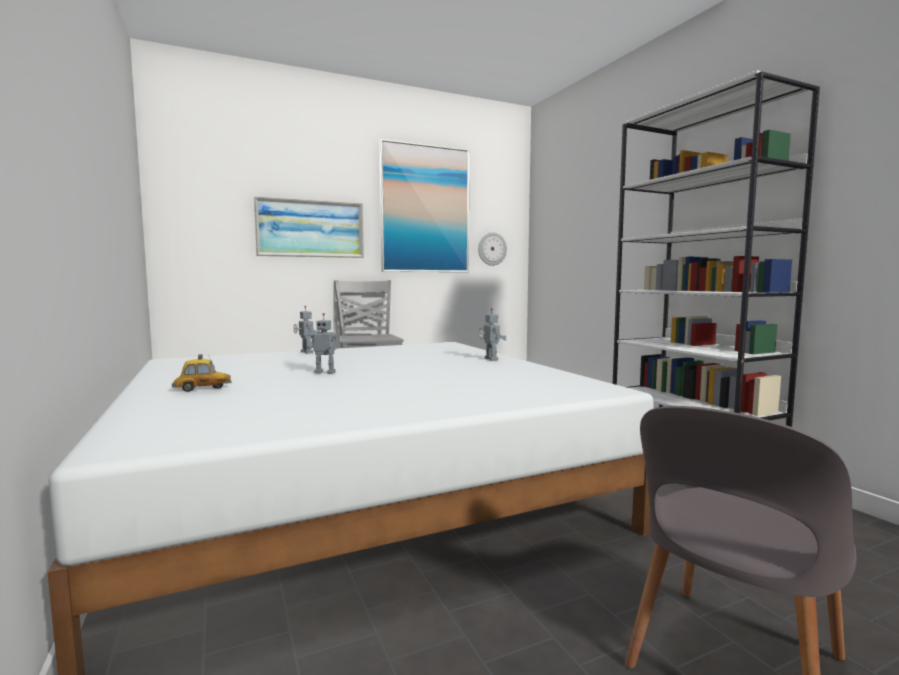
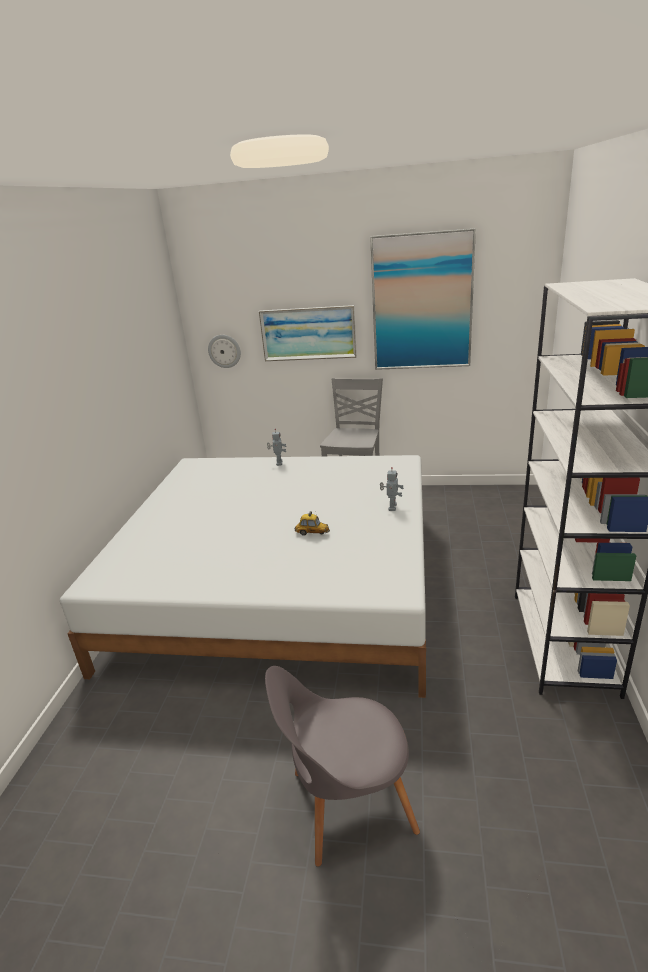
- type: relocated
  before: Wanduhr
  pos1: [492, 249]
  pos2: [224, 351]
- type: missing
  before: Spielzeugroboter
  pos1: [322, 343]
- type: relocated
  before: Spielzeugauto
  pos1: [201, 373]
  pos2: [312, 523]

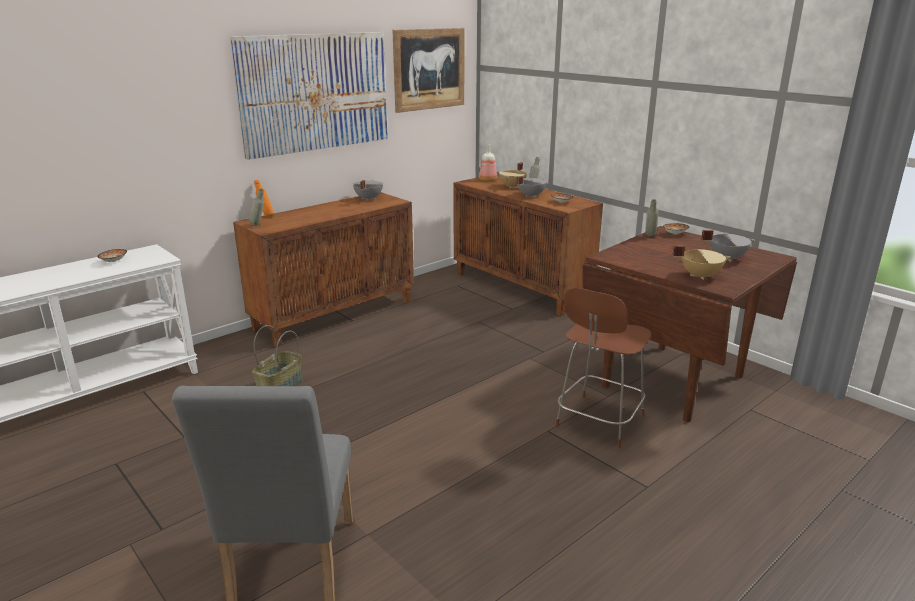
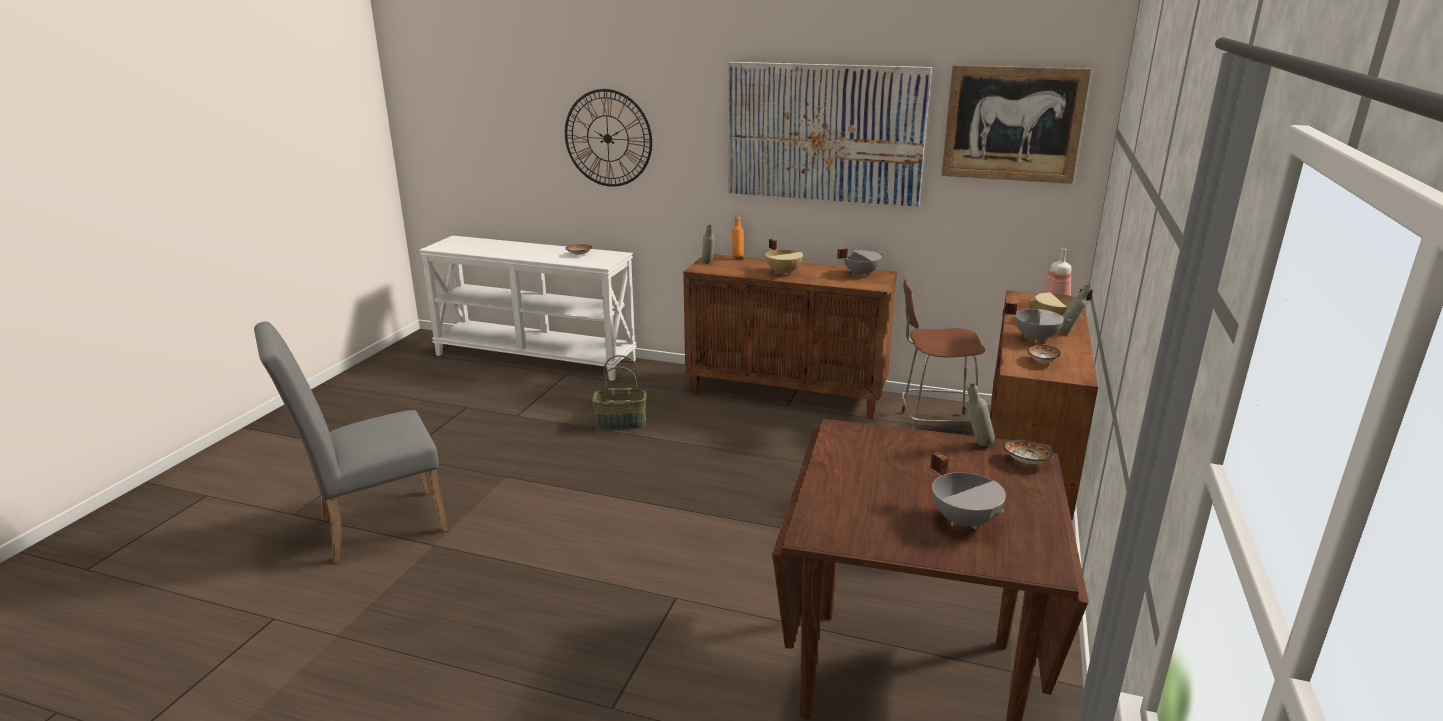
- type: relocated
  before: Kochtopf/beige
  pos1: [701, 262]
  pos2: [784, 257]
- type: relocated
  before: Stuhl/braun
  pos1: [603, 368]
  pos2: [943, 354]
- type: appeared
  after: Wanduhr
  pos2: [608, 138]

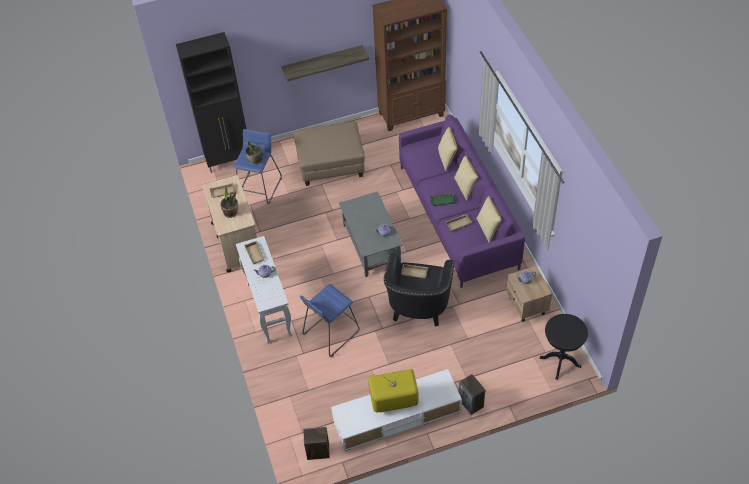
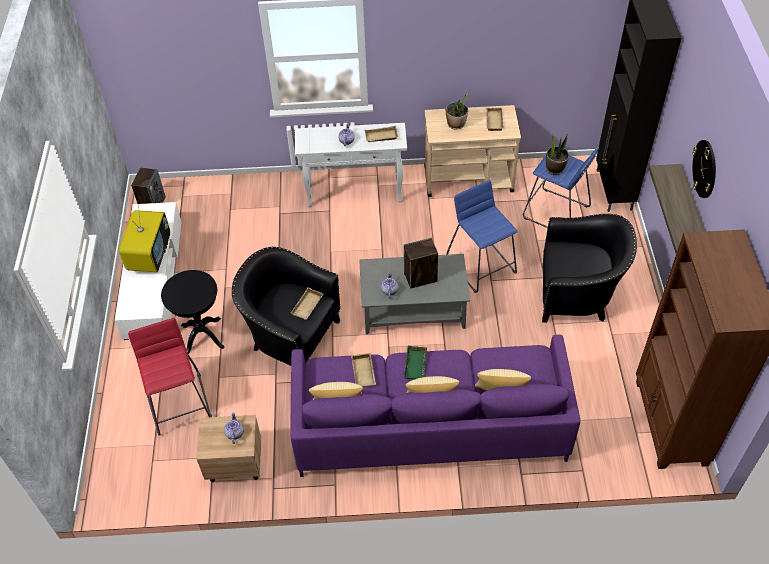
- type: exchanged
  before: Polsterhocker/beige
  after: Sessel/schwarz
  pos1: [329, 154]
  pos2: [589, 268]
- type: relocated
  before: Hocker/blau
  pos1: [330, 320]
  pos2: [482, 236]
- type: relocated
  before: Beistelltisch/schwarz
  pos1: [564, 347]
  pos2: [192, 312]
- type: relocated
  before: Lautsprecher
  pos1: [472, 394]
  pos2: [421, 263]
- type: appeared
  after: Wanduhr
  pos2: [704, 169]
- type: appeared
  after: Hocker/rot
  pos2: [170, 376]

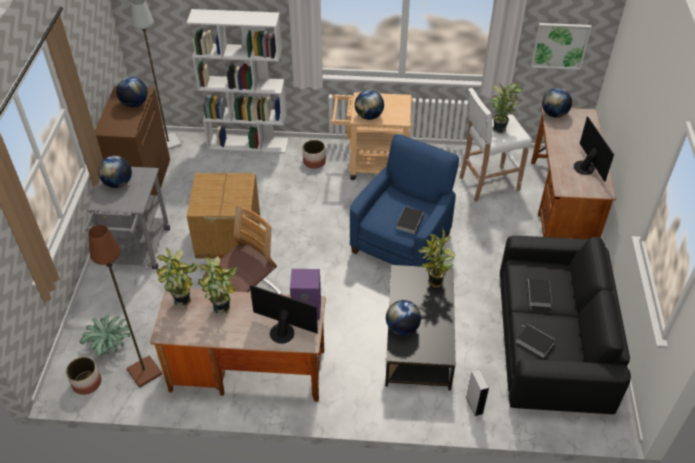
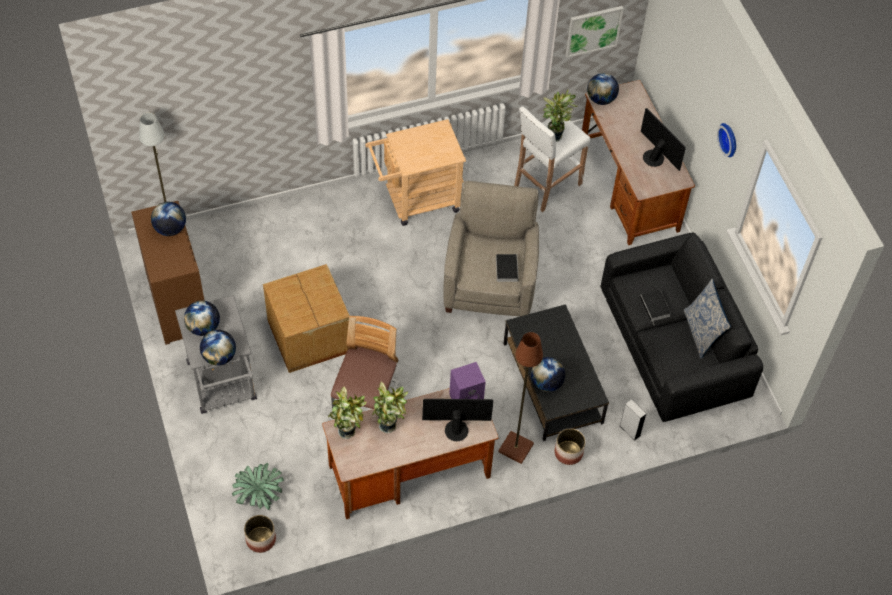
- type: missing
  before: Bücherregal/weiß
  pos1: [237, 81]
- type: relocated
  before: Globus
  pos1: [369, 105]
  pos2: [218, 348]
- type: colour
  before: Sessel/blau
  after: Sessel/beige
  pos1: [404, 200]
  pos2: [491, 248]
- type: relocated
  before: Pflanzkübel
  pos1: [314, 154]
  pos2: [570, 446]
- type: relocated
  before: Stehlampe/braun
  pos1: [125, 306]
  pos2: [520, 398]
- type: missing
  before: Topfpflanze
  pos1: [436, 258]
- type: missing
  before: Buch
  pos1: [535, 341]
- type: appeared
  after: Wanduhr
  pos2: [726, 140]
- type: appeared
  after: Kissen
  pos2: [707, 319]

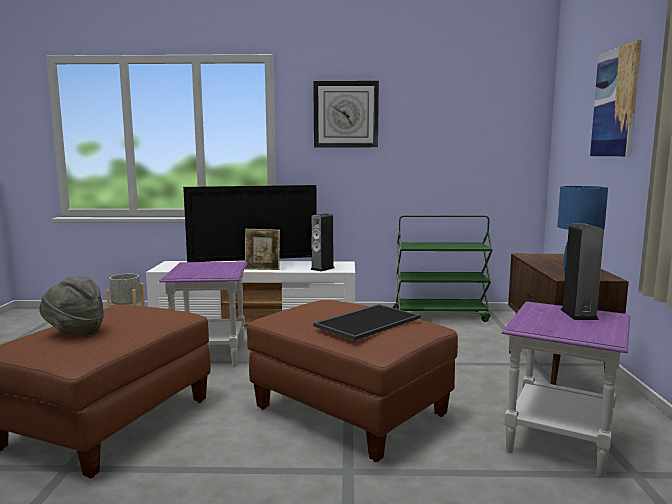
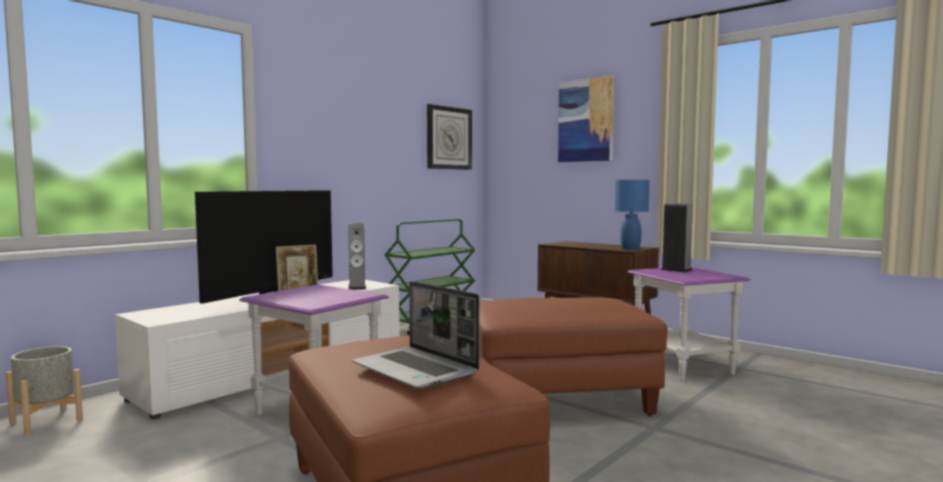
- type: relocated
  before: Wanduhr
  pos1: [346, 114]
  pos2: [449, 137]
- type: exchanged
  before: Hut/grau
  after: Laptop
  pos1: [71, 306]
  pos2: [416, 335]
- type: missing
  before: Tablett
  pos1: [367, 322]

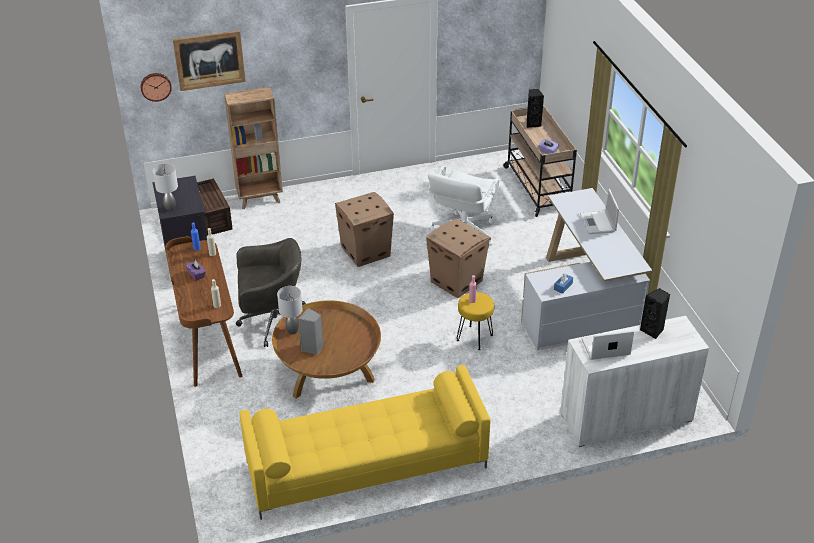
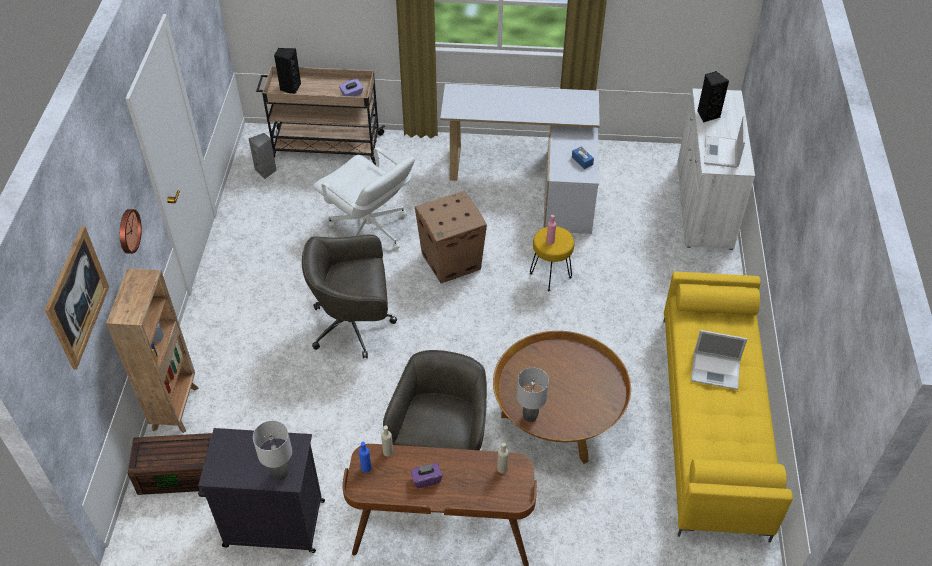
- type: relocated
  before: Wanduhr
  pos1: [156, 87]
  pos2: [131, 231]
- type: relocated
  before: Laptop
  pos1: [599, 211]
  pos2: [719, 360]
- type: exchanged
  before: Karton
  after: Bürostuhl/grau
  pos1: [364, 229]
  pos2: [349, 296]
- type: relocated
  before: Lautsprecher/grau
  pos1: [311, 331]
  pos2: [263, 156]

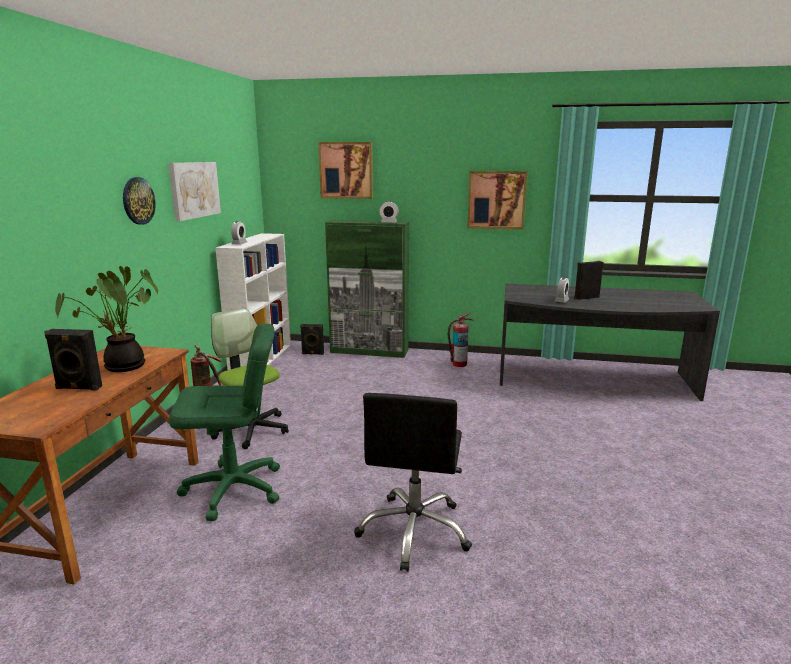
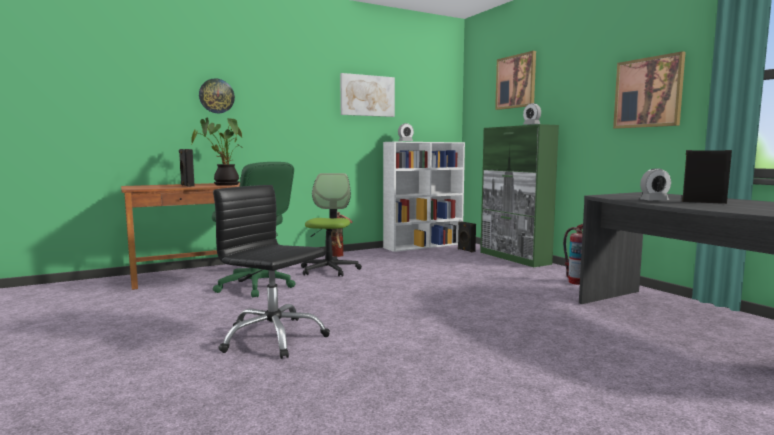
- type: relocated
  before: Wanduhr
  pos1: [139, 201]
  pos2: [217, 95]
- type: spun
  before: Bürostuhl/schwarz
  pos1: [413, 482]
  pos2: [271, 272]
  turn: 60

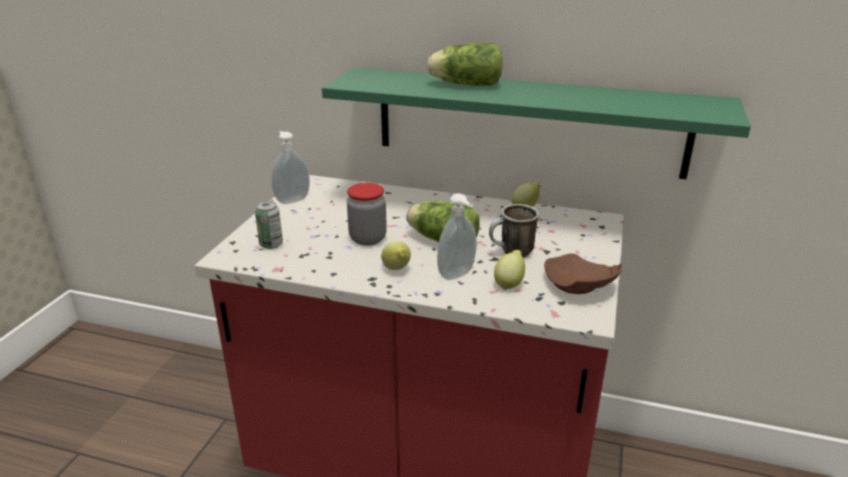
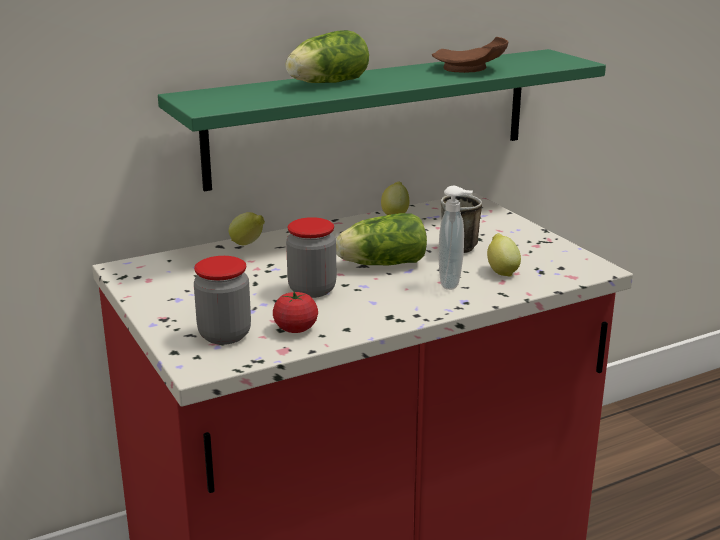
- type: missing
  before: Seifenspender
  pos1: [290, 167]
- type: exchanged
  before: Dose
  after: Vorratsglas
  pos1: [269, 225]
  pos2: [222, 300]
- type: relocated
  before: Zitrone
  pos1: [396, 255]
  pos2: [247, 228]
- type: relocated
  before: Teller/braun
  pos1: [583, 273]
  pos2: [470, 55]
- type: appeared
  after: Tomate
  pos2: [295, 312]

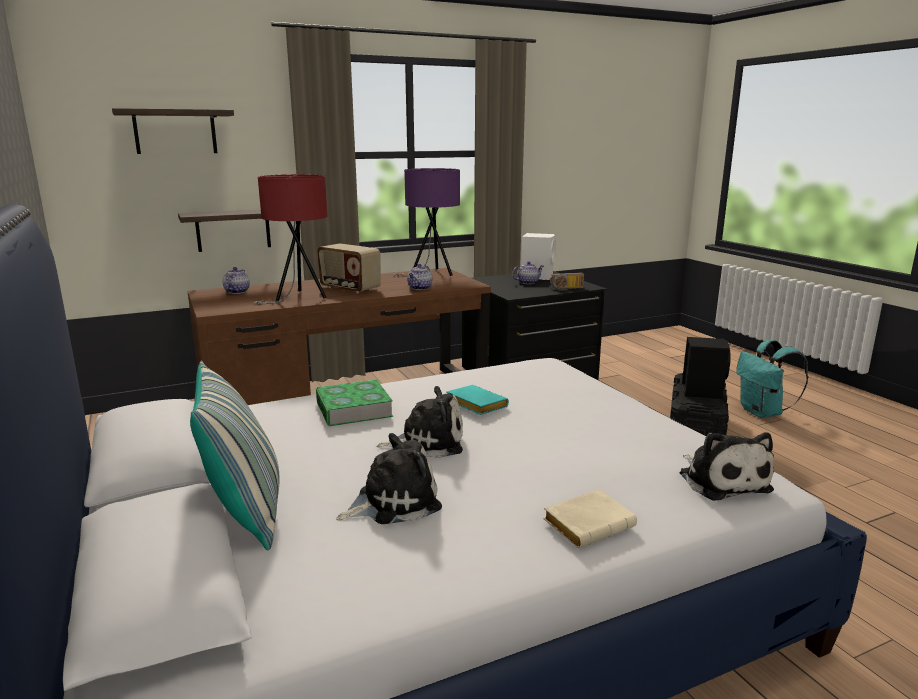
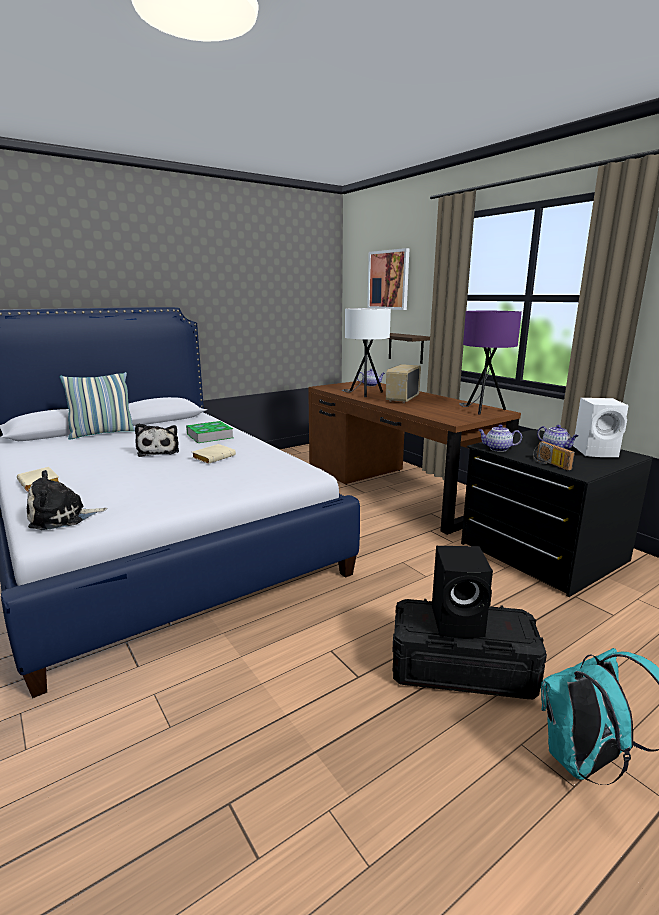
- type: exchanged
  before: Wandregal
  after: Bild
  pos1: [173, 131]
  pos2: [388, 279]
- type: colour
  before: Tischlampe/rot
  after: Tischlampe/weiß
  pos1: [291, 239]
  pos2: [366, 352]
- type: relocated
  before: Teekanne
  pos1: [420, 277]
  pos2: [500, 438]
- type: colour
  before: Buch/türkis
  after: Buch/beige
  pos1: [477, 400]
  pos2: [214, 454]
- type: missing
  before: Plüschtier
  pos1: [389, 478]

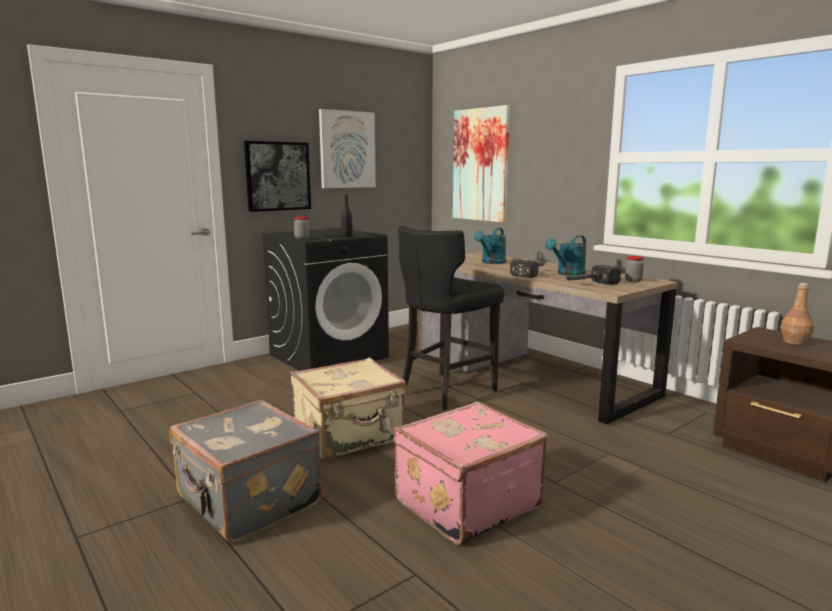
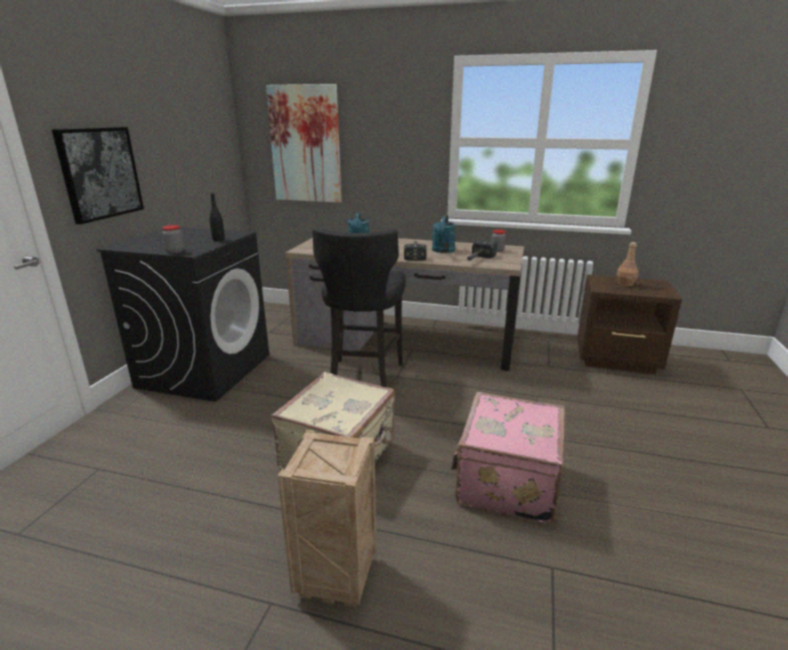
- type: missing
  before: Bild
  pos1: [347, 148]
- type: exchanged
  before: Koffer/grau
  after: Kiste
  pos1: [246, 471]
  pos2: [327, 518]

